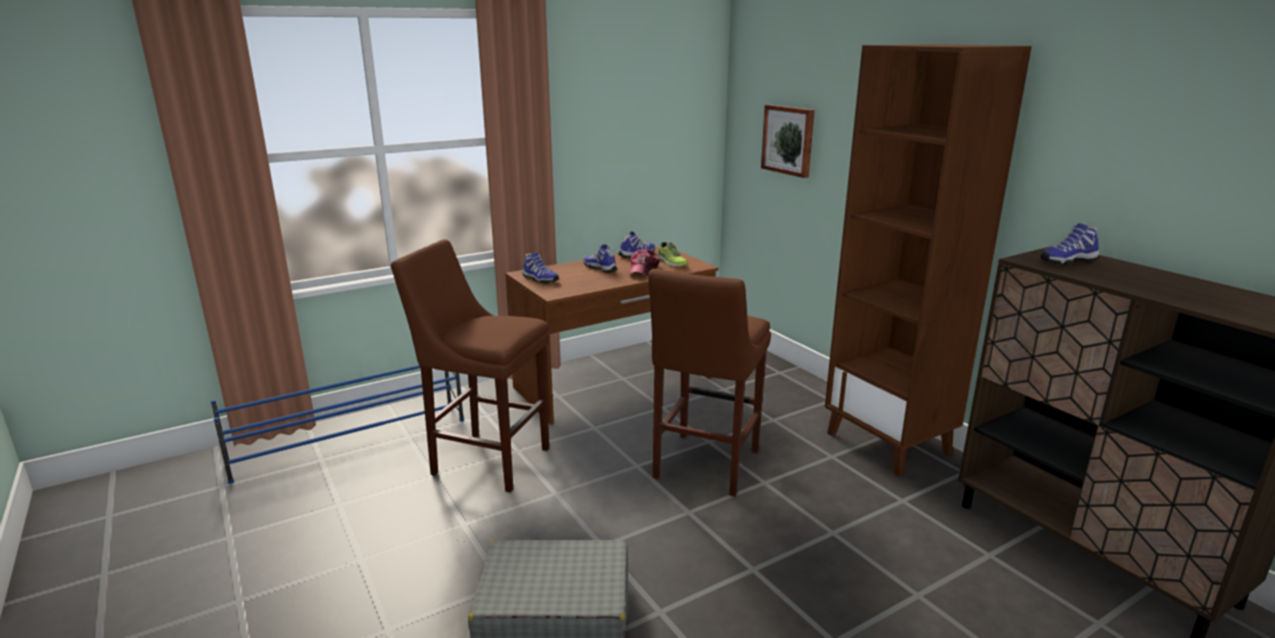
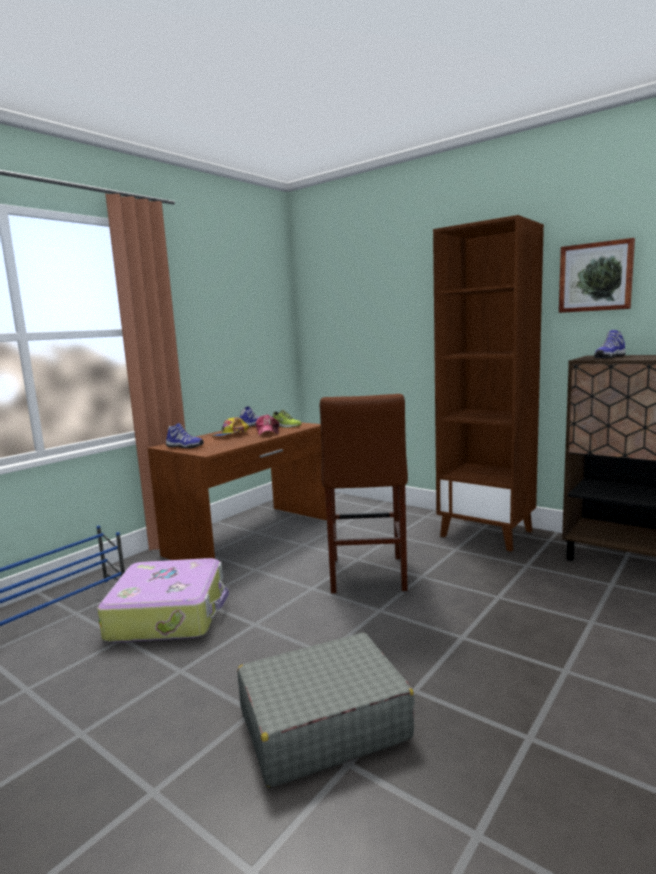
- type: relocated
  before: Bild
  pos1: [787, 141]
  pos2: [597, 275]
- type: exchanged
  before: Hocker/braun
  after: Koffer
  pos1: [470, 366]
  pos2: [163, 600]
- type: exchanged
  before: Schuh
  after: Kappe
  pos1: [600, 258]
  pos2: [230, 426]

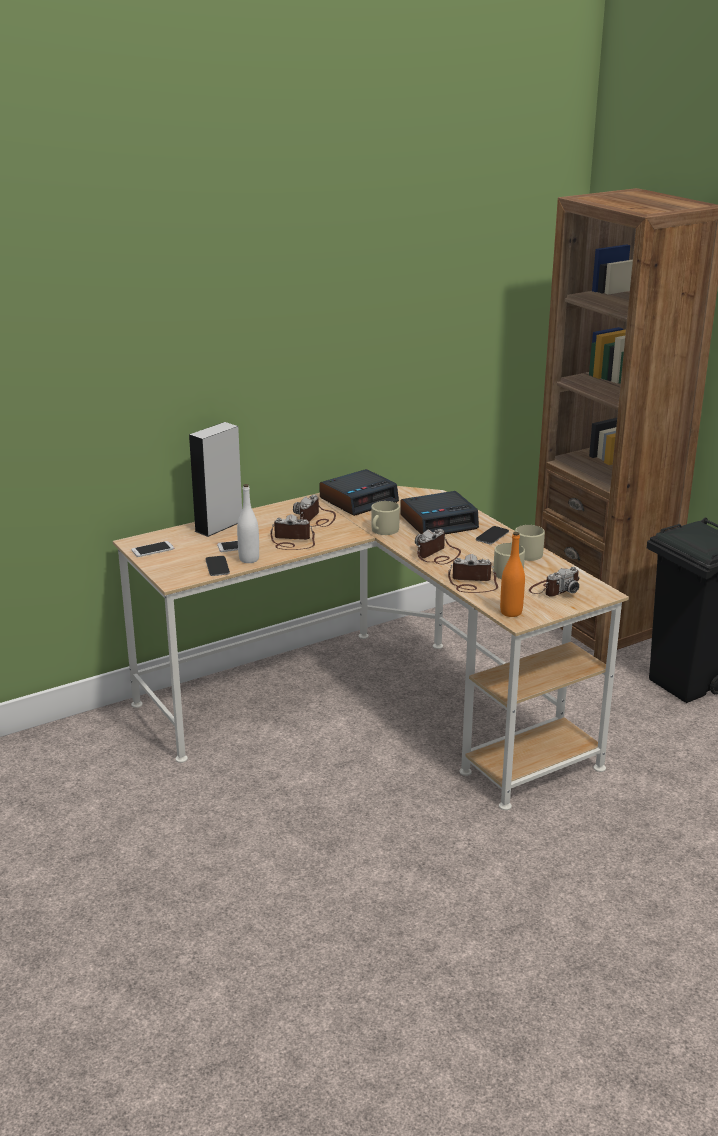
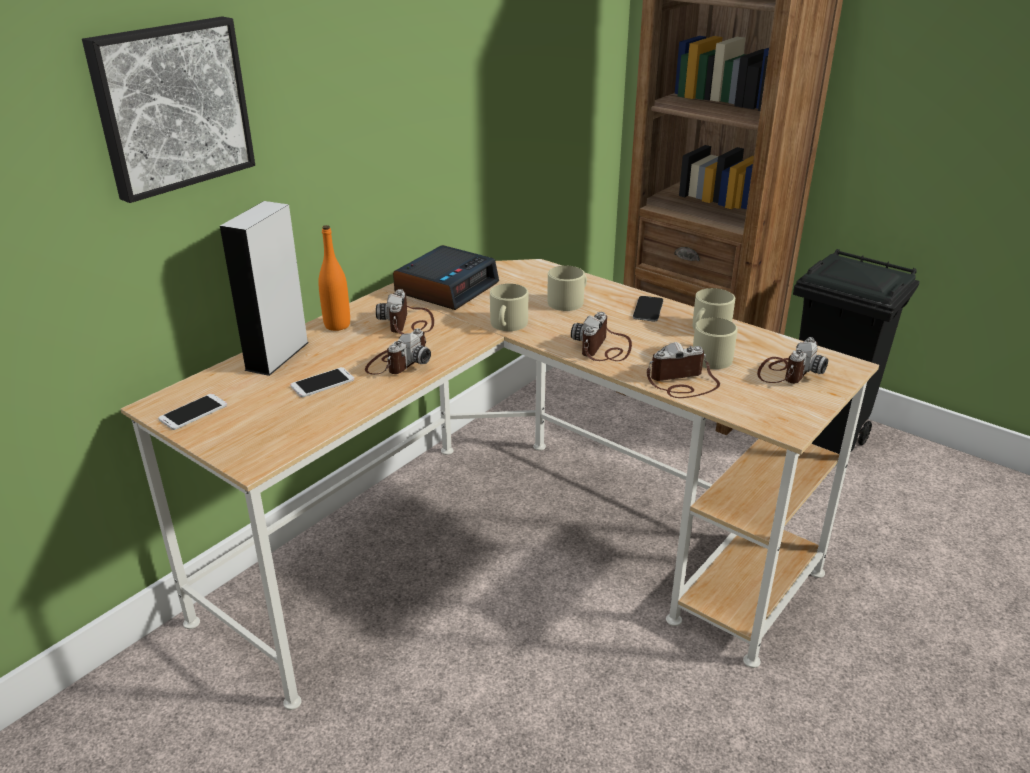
- type: missing
  before: Flasche/weiß
  pos1: [248, 523]
- type: exchanged
  before: Wecker
  after: Henkelbecher/beige
  pos1: [439, 512]
  pos2: [567, 288]
- type: spun
  before: Kamera
  pos1: [293, 532]
  pos2: [398, 351]
  turn: 135
- type: relocated
  before: Flasche/orange
  pos1: [512, 574]
  pos2: [334, 278]
- type: missing
  before: Handy
  pos1: [217, 566]
- type: appeared
  after: Bild
  pos2: [168, 110]

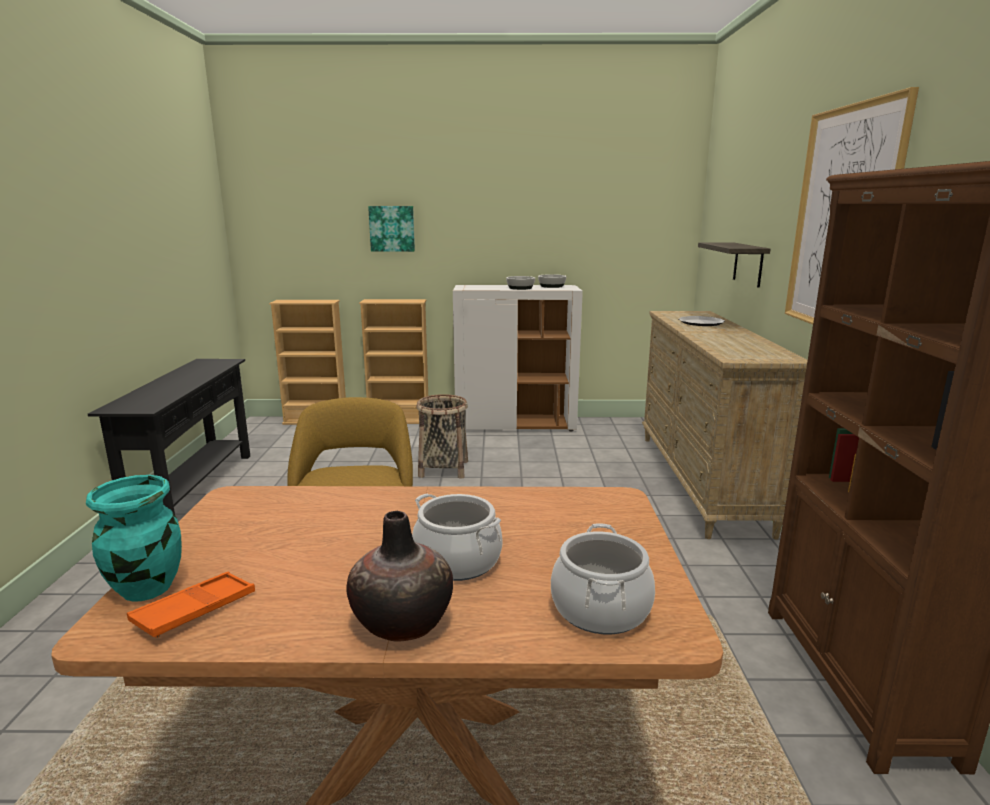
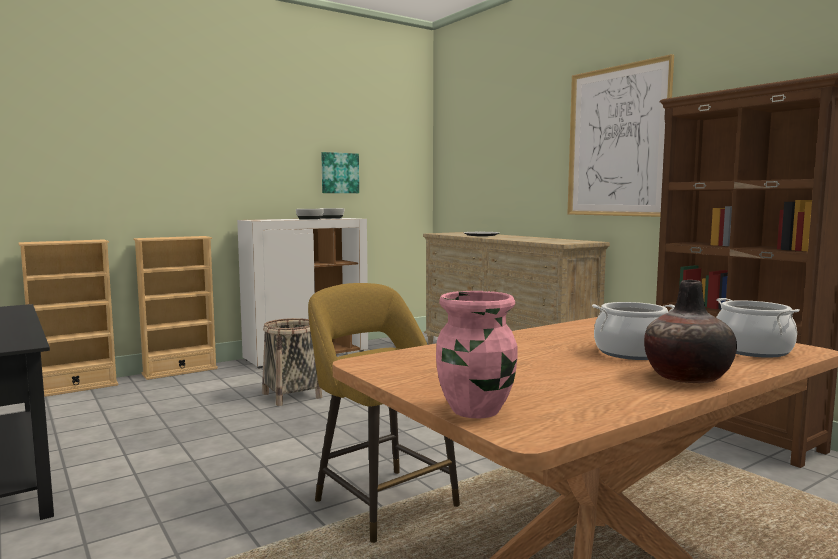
- type: relocated
  before: Bild
  pos1: [391, 229]
  pos2: [340, 172]
- type: missing
  before: Wandregal
  pos1: [734, 265]
- type: colour
  before: Vase/türkis
  after: Vase/rosa
  pos1: [134, 538]
  pos2: [476, 354]
- type: missing
  before: Tablett/orange
  pos1: [191, 605]

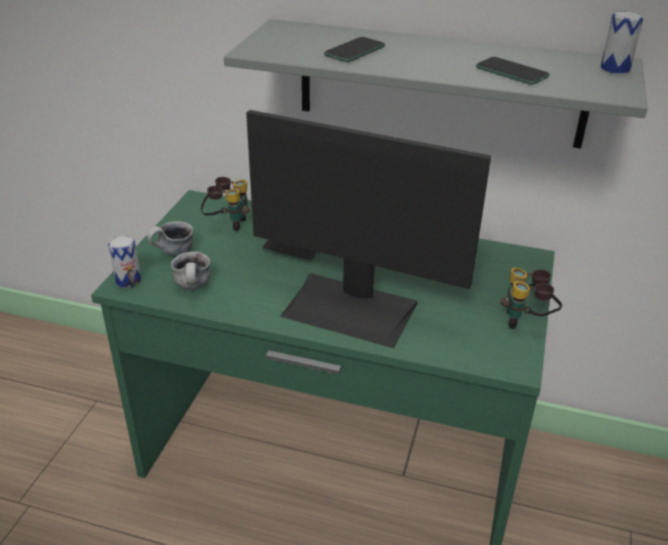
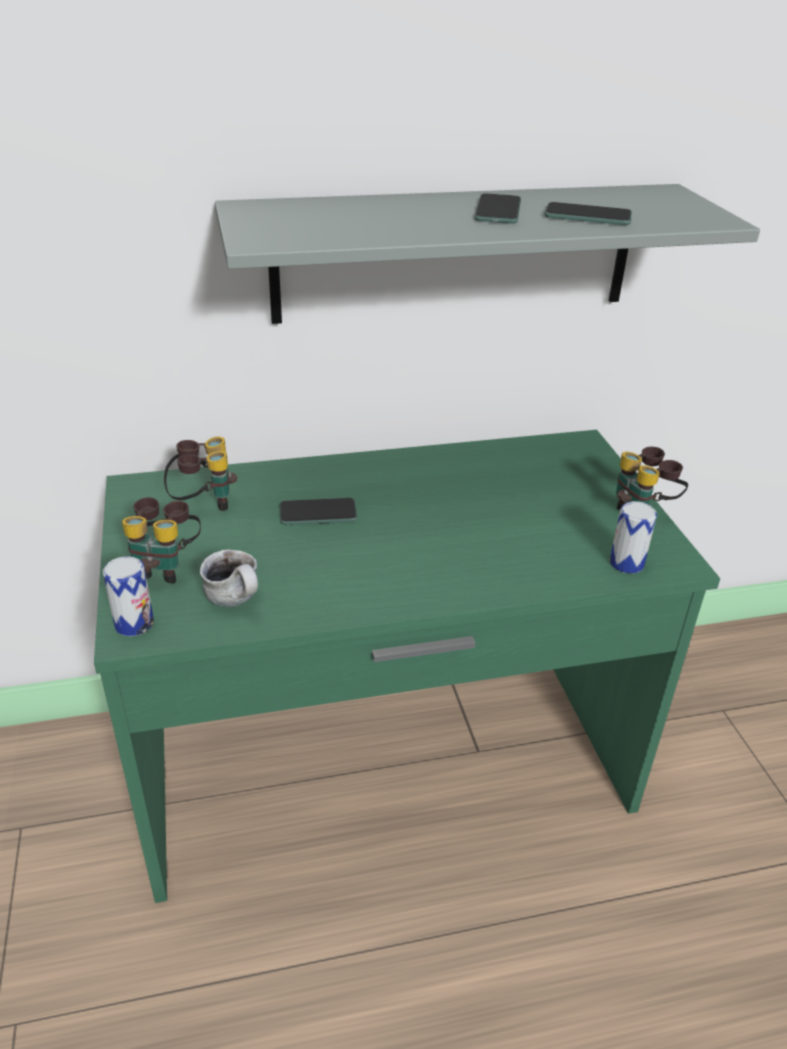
- type: relocated
  before: Dose
  pos1: [622, 42]
  pos2: [633, 537]
- type: relocated
  before: Handy
  pos1: [354, 49]
  pos2: [497, 208]
- type: missing
  before: Monitor
  pos1: [368, 229]
- type: exchanged
  before: Henkelbecher
  after: Fernglas
  pos1: [170, 238]
  pos2: [161, 540]

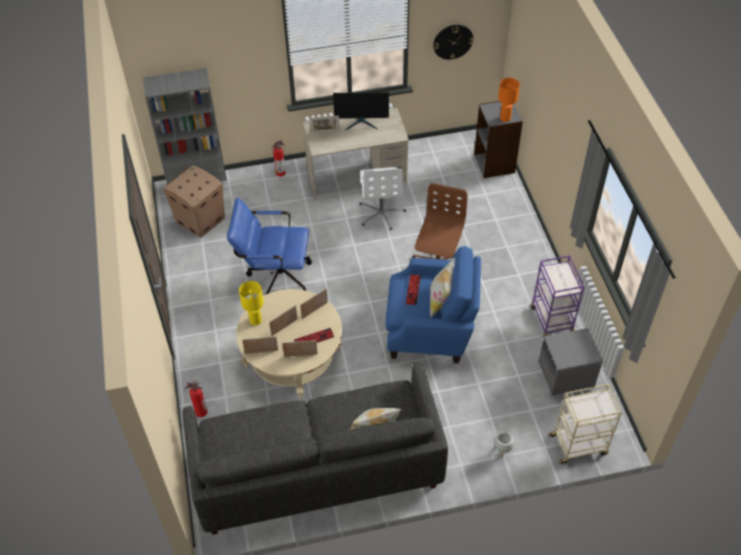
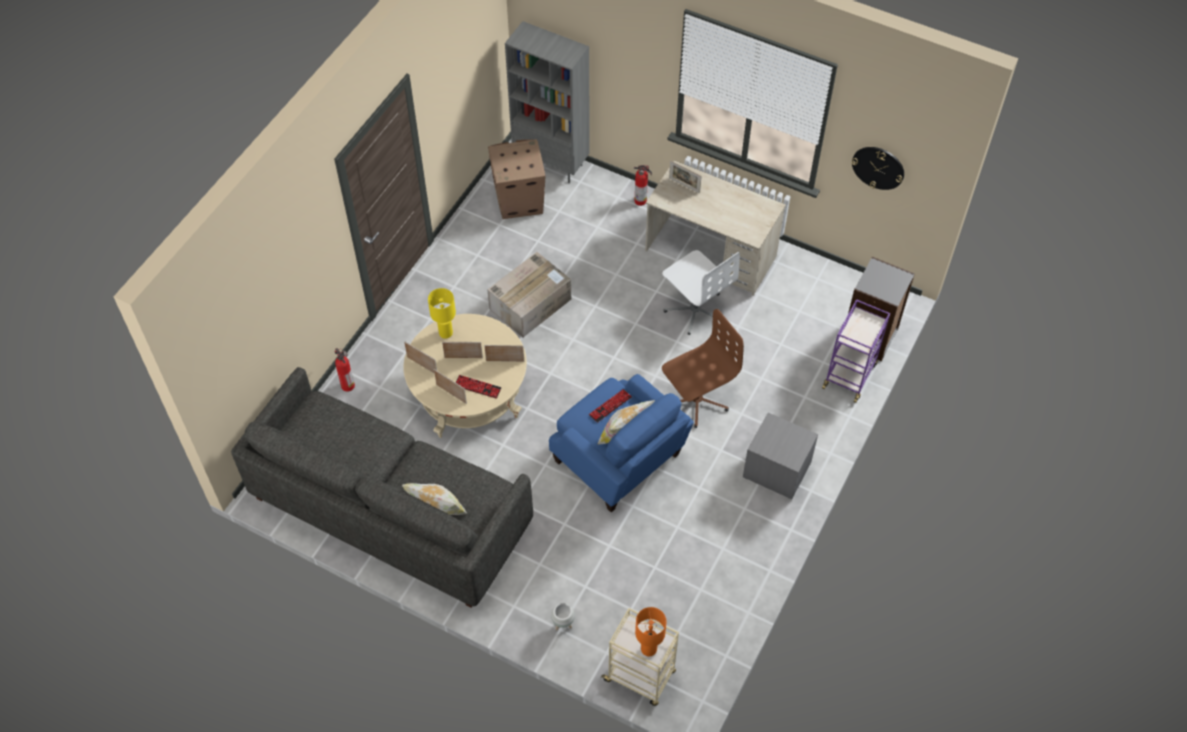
- type: relocated
  before: Tischlampe/orange
  pos1: [509, 100]
  pos2: [651, 631]
- type: missing
  before: Monitor
  pos1: [361, 111]
- type: spun
  before: Bürostuhl/weiß
  pos1: [382, 198]
  pos2: [701, 292]
  turn: -75
- type: exchanged
  before: Bürostuhl/blau
  after: Karton
  pos1: [269, 246]
  pos2: [529, 295]
- type: relocated
  before: Rollwagen/lila
  pos1: [557, 296]
  pos2: [856, 351]
- type: relocated
  before: Nachttisch/grau
  pos1: [570, 361]
  pos2: [780, 456]

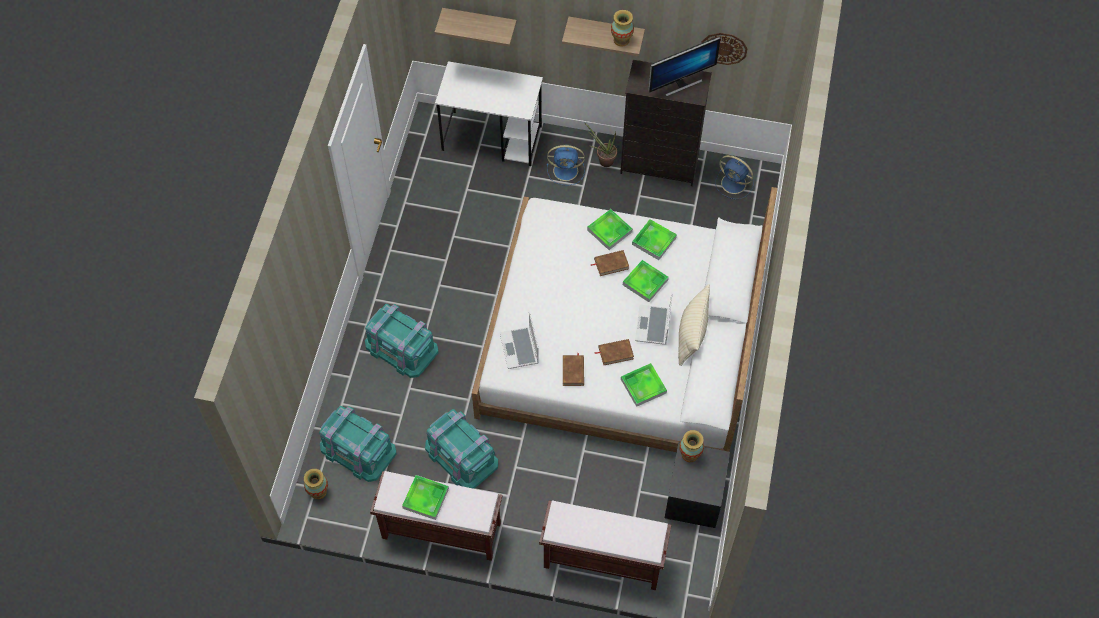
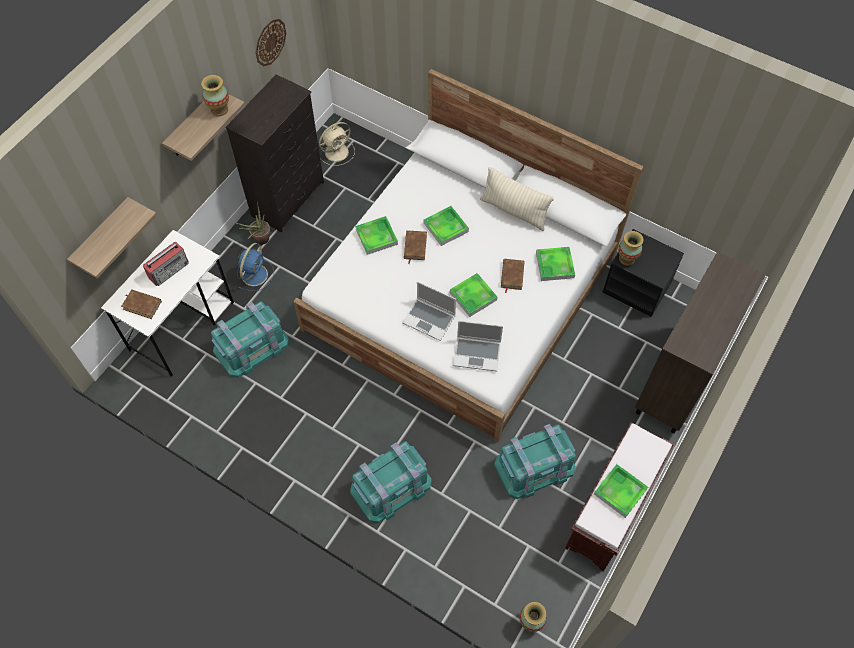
- type: missing
  before: Monitor
  pos1: [684, 66]
- type: colour
  before: Ventilator/blau
  after: Ventilator/beige
  pos1: [734, 177]
  pos2: [337, 144]
- type: relocated
  before: Tablett
  pos1: [654, 239]
  pos2: [474, 295]
- type: relocated
  before: Laptop
  pos1: [653, 319]
  pos2: [429, 311]
- type: relocated
  before: Buch/braun
  pos1: [573, 369]
  pos2: [141, 304]
- type: relocated
  before: Aufbewahrungsbox/türkis
  pos1: [358, 444]
  pos2: [250, 339]
- type: exchanged
  before: Bank/braun
  after: Schrank/braun
  pos1: [605, 545]
  pos2: [700, 342]
- type: appeared
  after: Radio
  pos2: [166, 264]

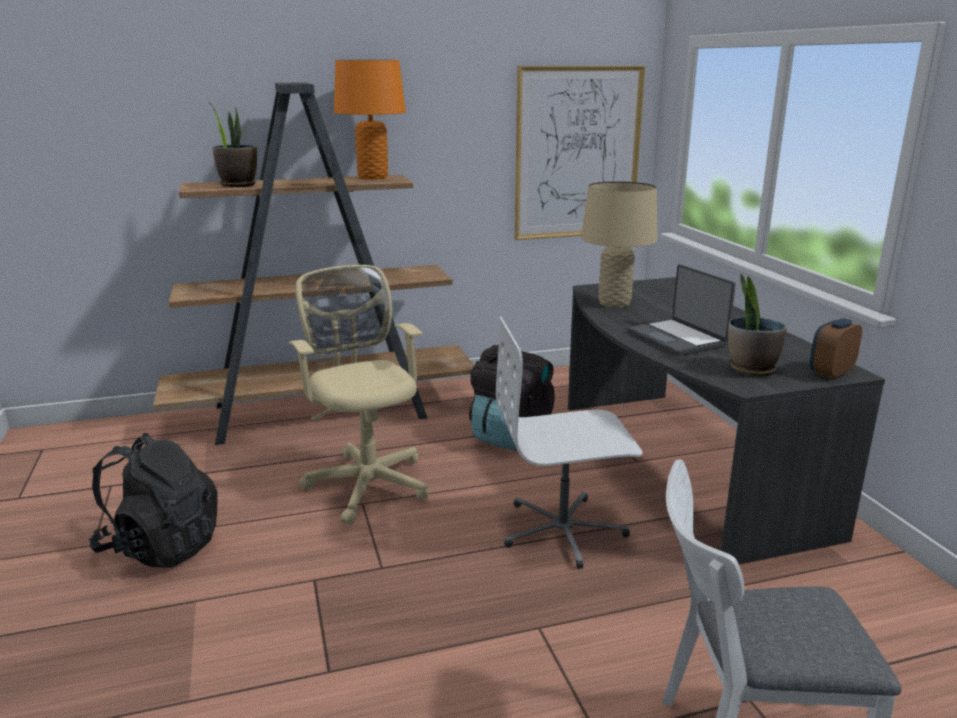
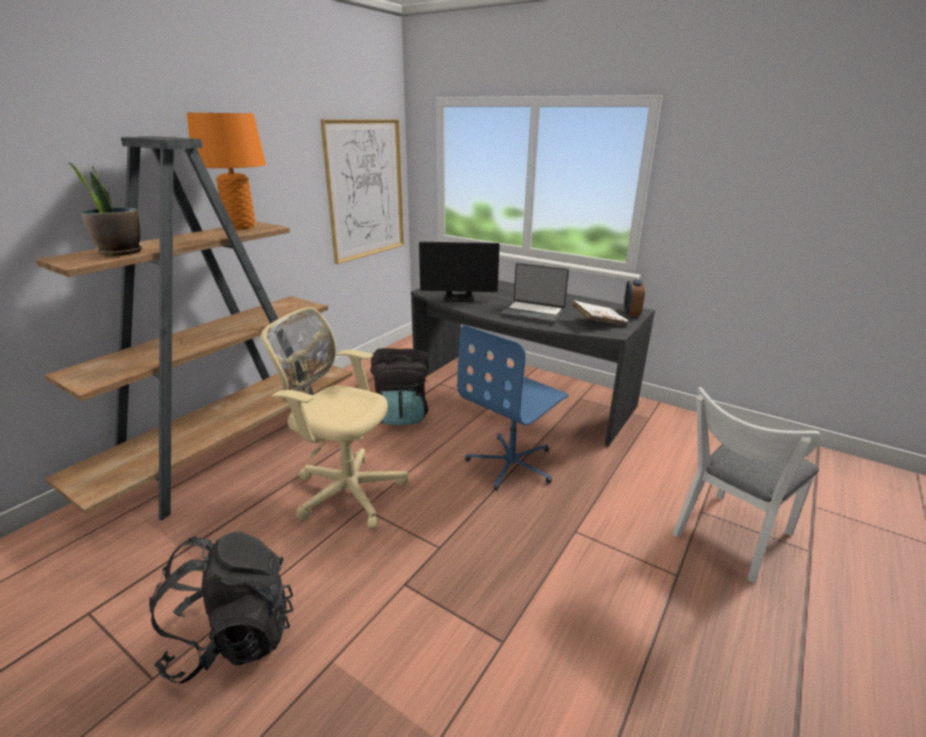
- type: exchanged
  before: Tischlampe/beige
  after: Monitor
  pos1: [619, 244]
  pos2: [459, 272]
- type: exchanged
  before: Topfpflanze
  after: Buch/weiß
  pos1: [757, 324]
  pos2: [600, 313]
- type: colour
  before: Bürostuhl/weiß
  after: Bürostuhl/blau
  pos1: [569, 442]
  pos2: [513, 408]

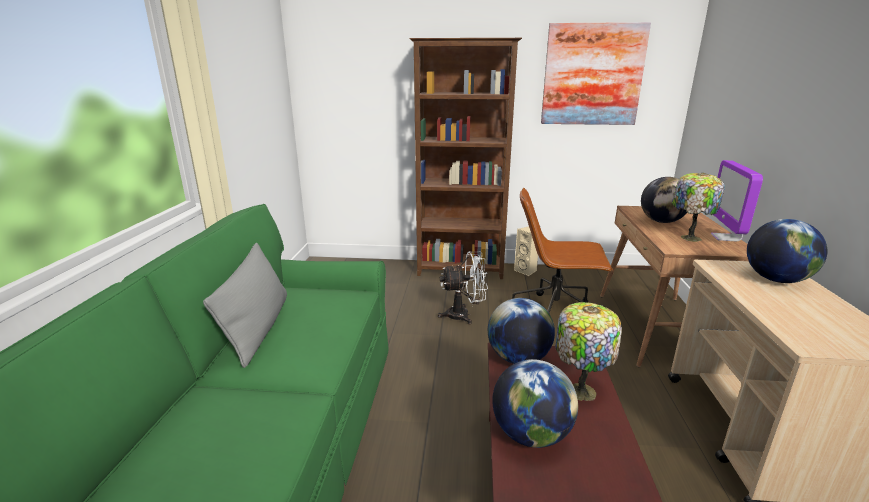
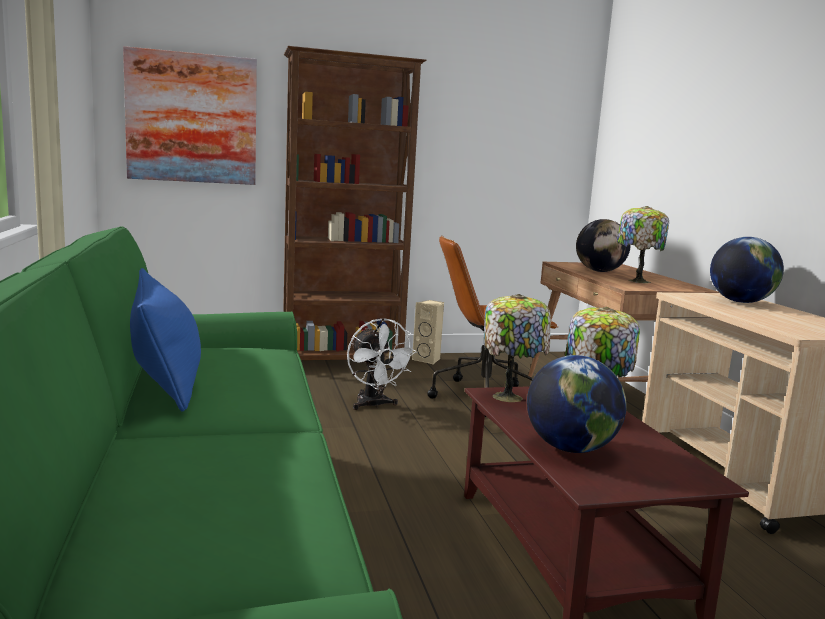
- type: relocated
  before: Bild
  pos1: [596, 73]
  pos2: [190, 115]
- type: missing
  before: Monitor
  pos1: [737, 200]
- type: colour
  before: Kissen/grau
  after: Kissen/blau
  pos1: [245, 305]
  pos2: [165, 340]
- type: spun
  before: Ventilator/weiß
  pos1: [463, 287]
  pos2: [382, 364]
  turn: 90
- type: exchanged
  before: Globus
  after: Tischlampe
  pos1: [521, 331]
  pos2: [517, 348]

